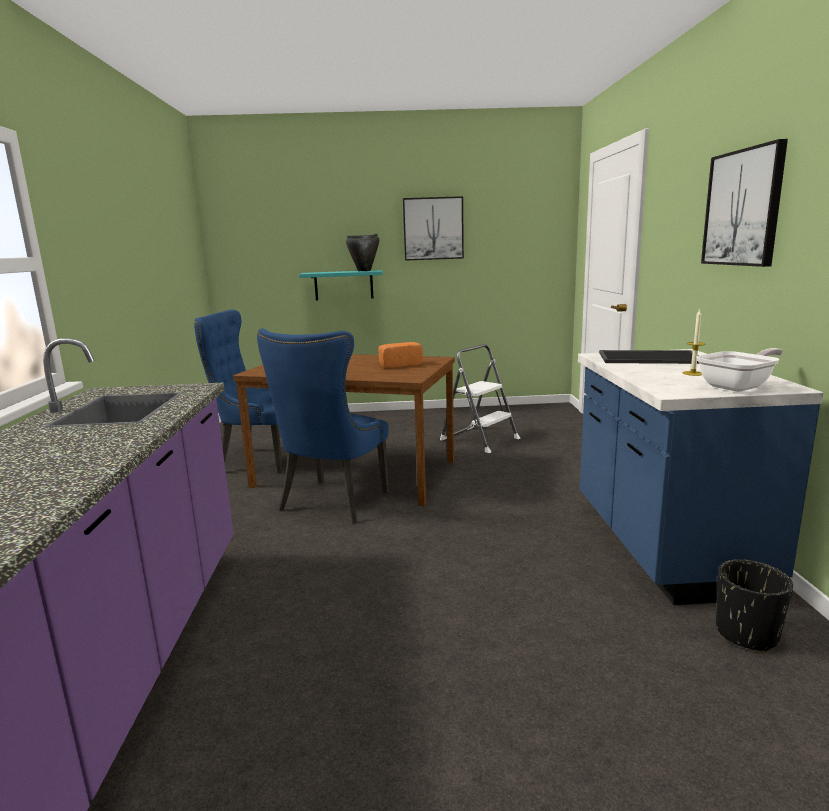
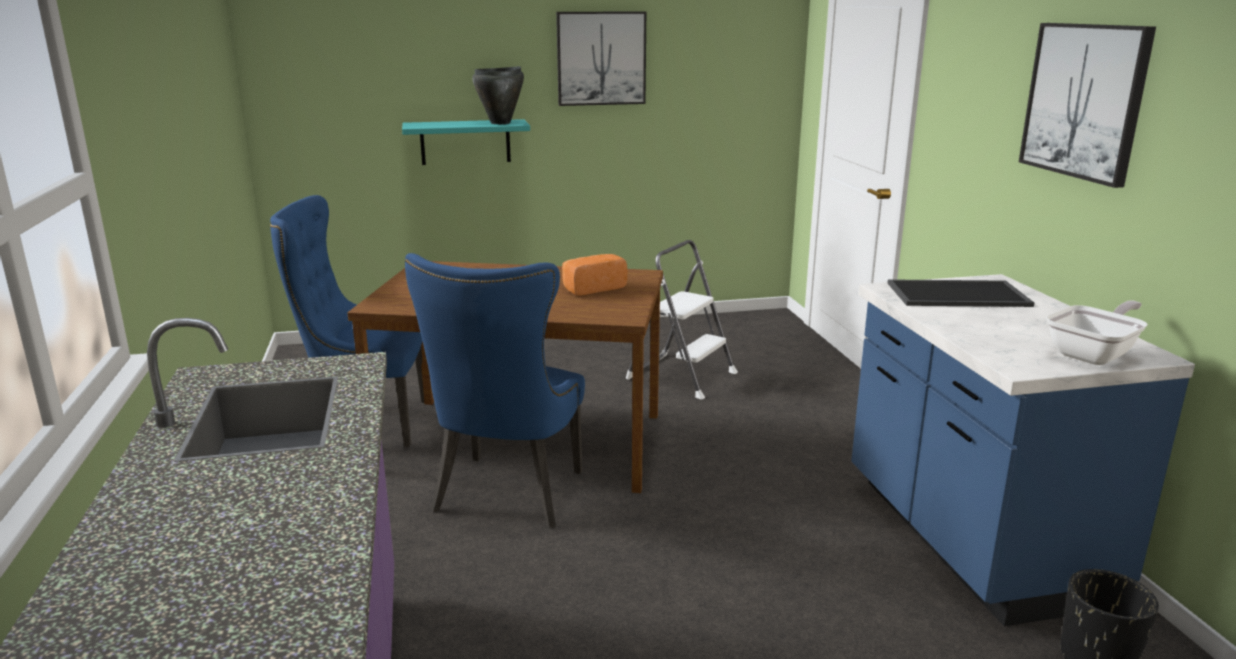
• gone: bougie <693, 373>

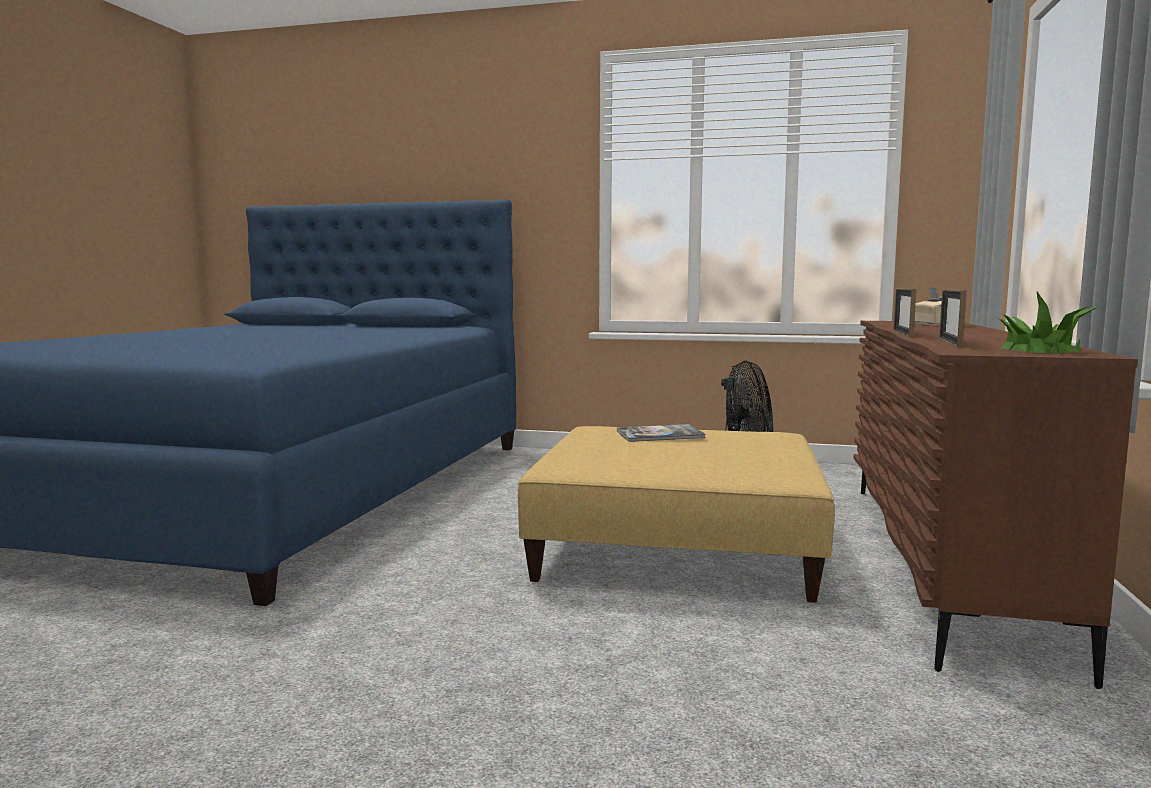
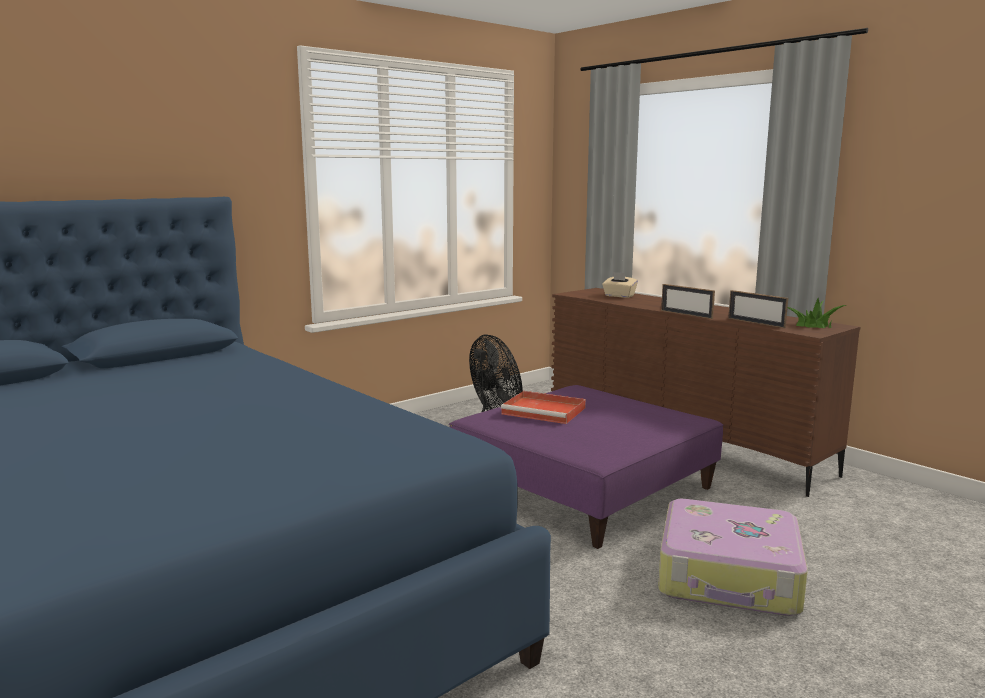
• new: valise <729, 576>
• swapped: livre <659, 435> to plateau [rouge] <545, 411>
• repainted: pouf [beige] <677, 546> to pouf [violet] <584, 488>

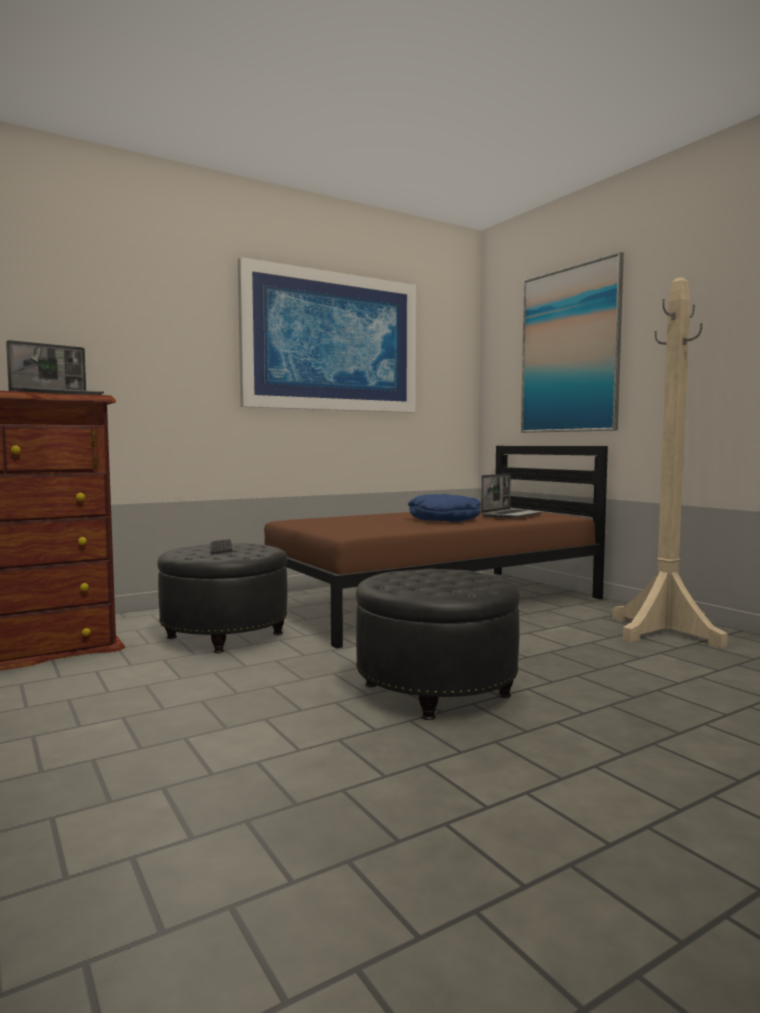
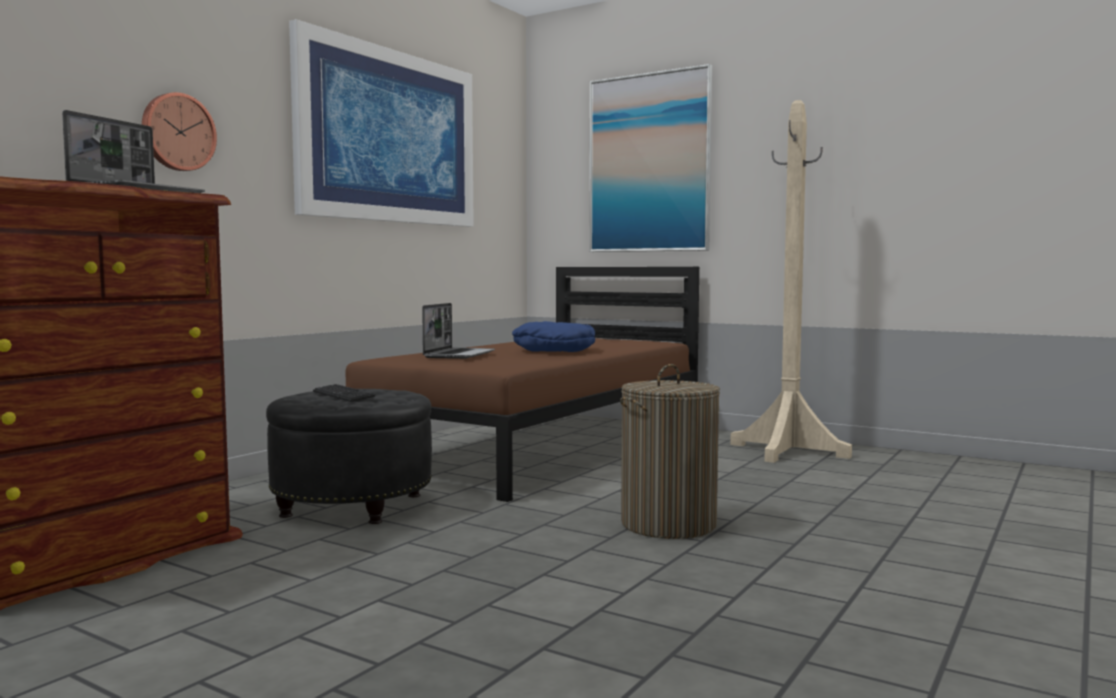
• new: horloge murale <177, 132>
• shifted: ordinateur portable <511, 515> to <459, 355>
• swapped: pouf [noir] <436, 690> to panier à linge <668, 524>

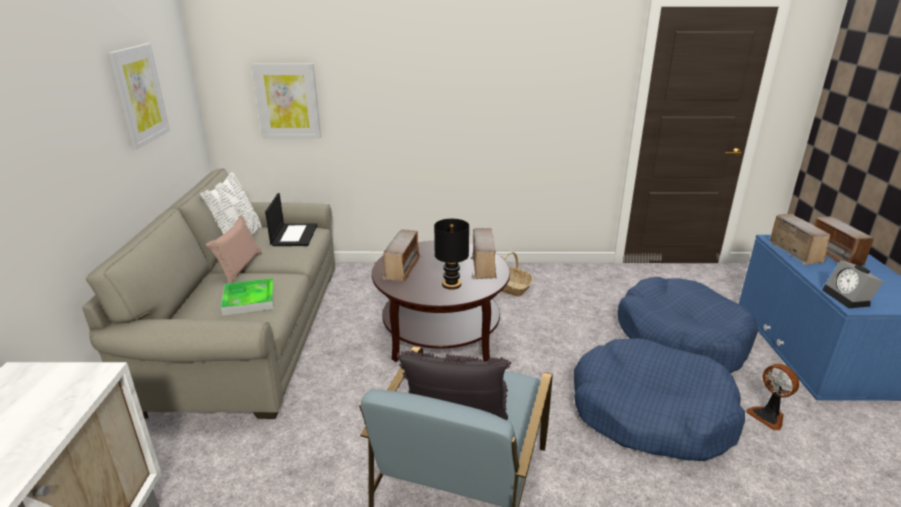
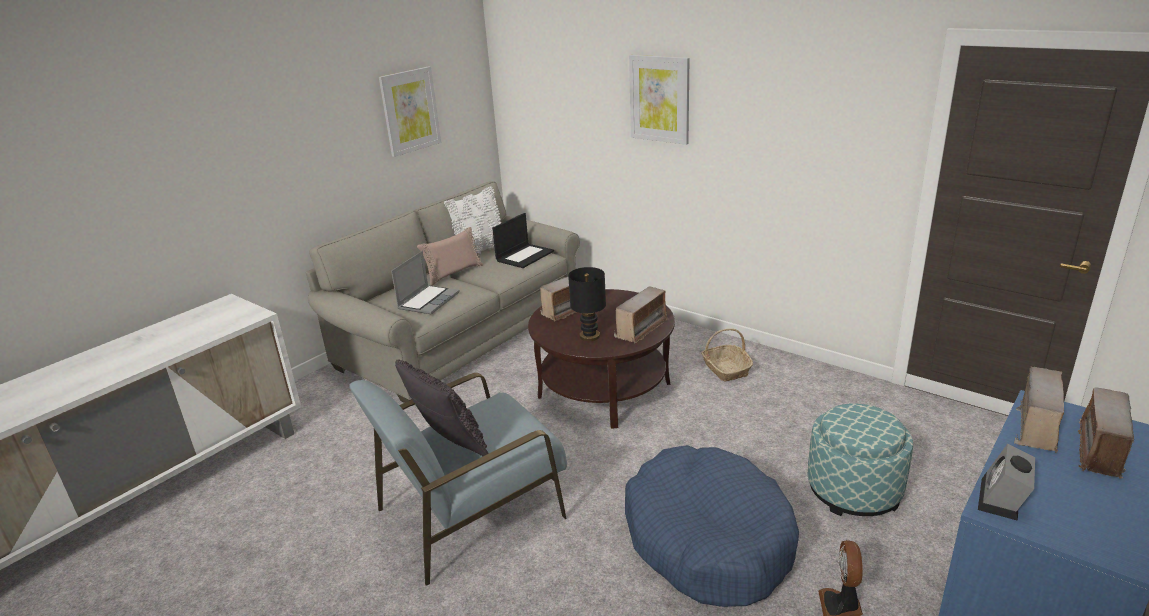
• shifted: tableau <287, 101> to <659, 99>
• swapped: plateau <249, 300> to ordinateur portable <428, 301>
• swapped: panier pour chien [bleu] <681, 338> to pouf <854, 490>

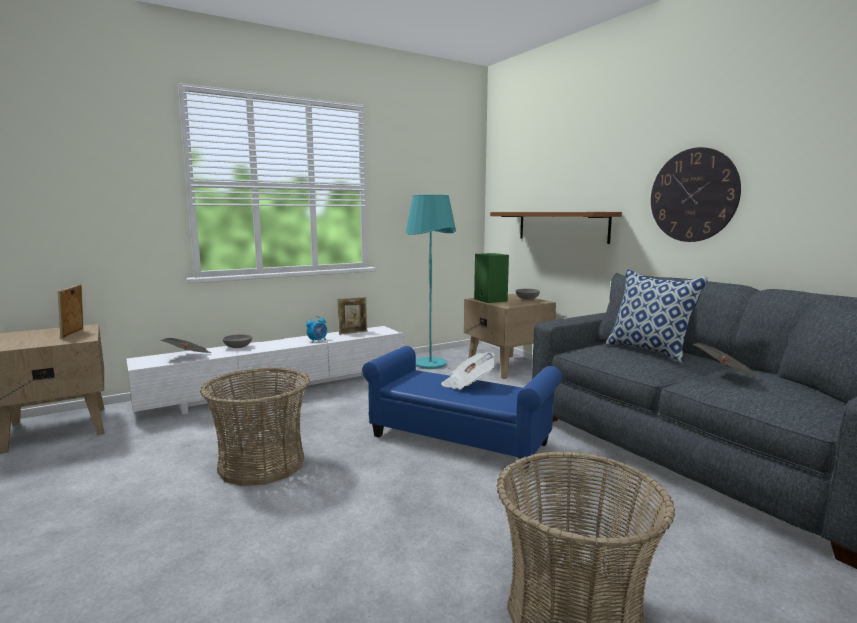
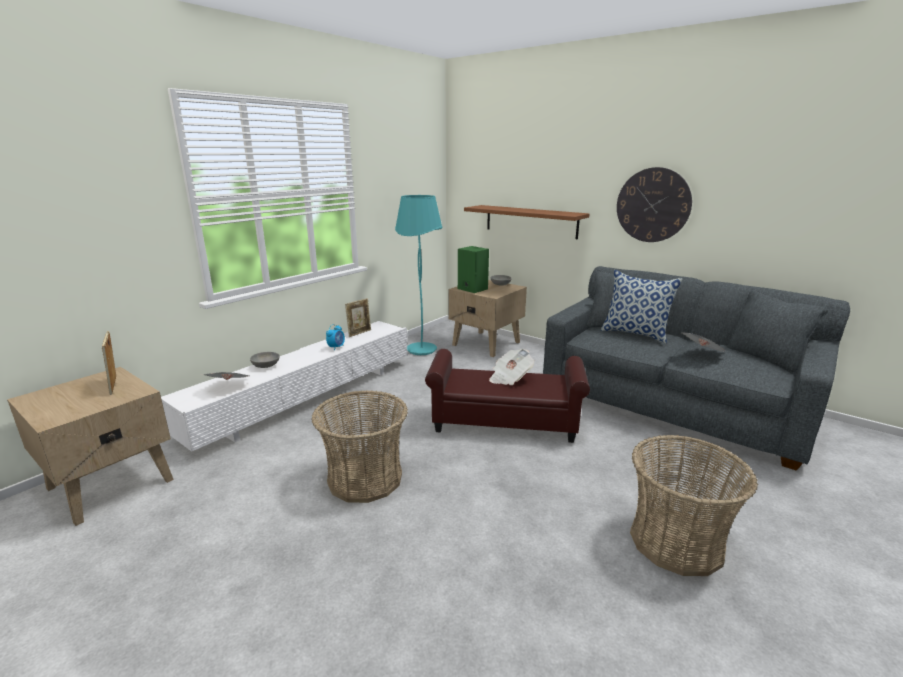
• repainted: pouf [bleu] <458, 440> to pouf [marron] <504, 422>

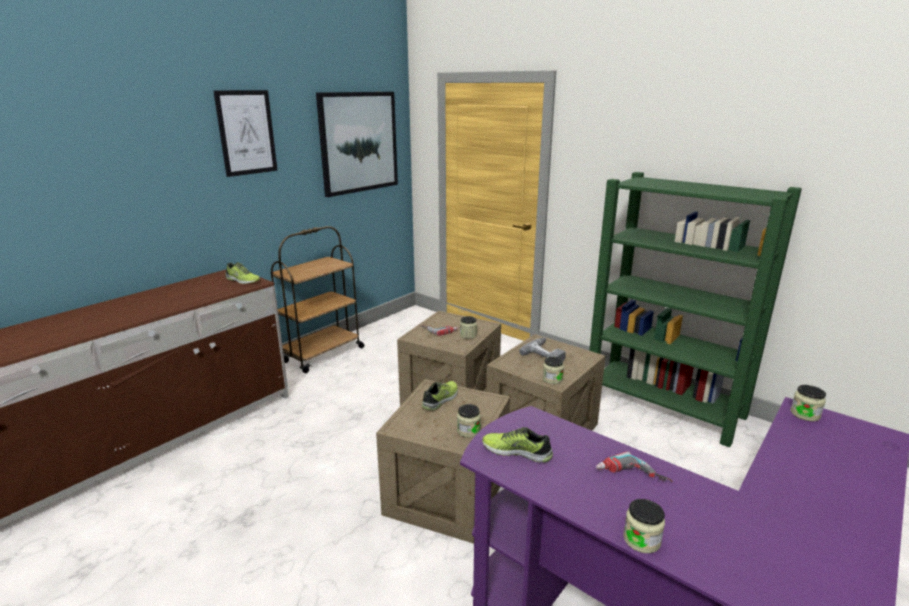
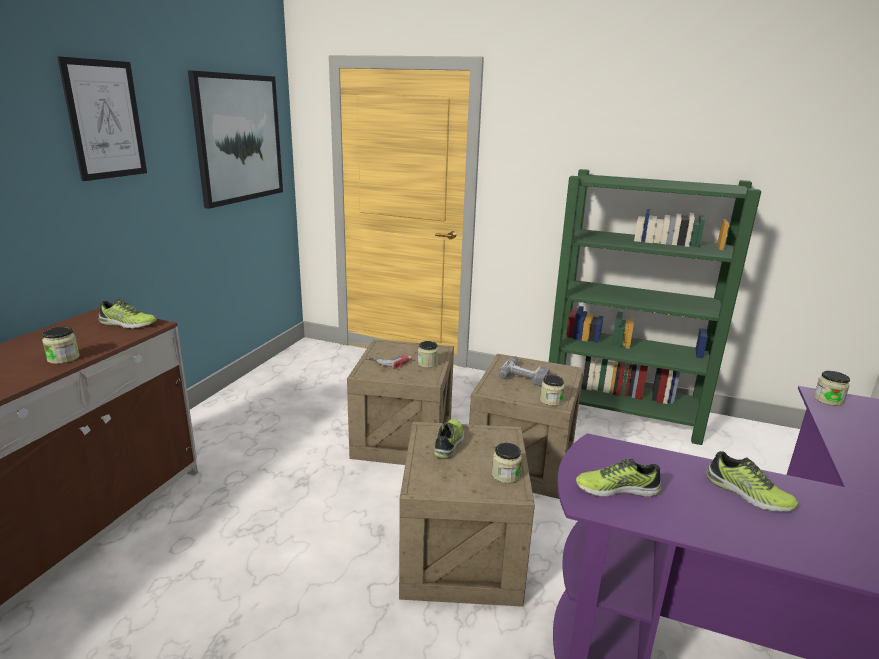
• gone: chariot [marron] <322, 355>
• shifted: bocal <641, 540> to <63, 358>
• swapped: perceuse <631, 477> to chaussure <747, 494>

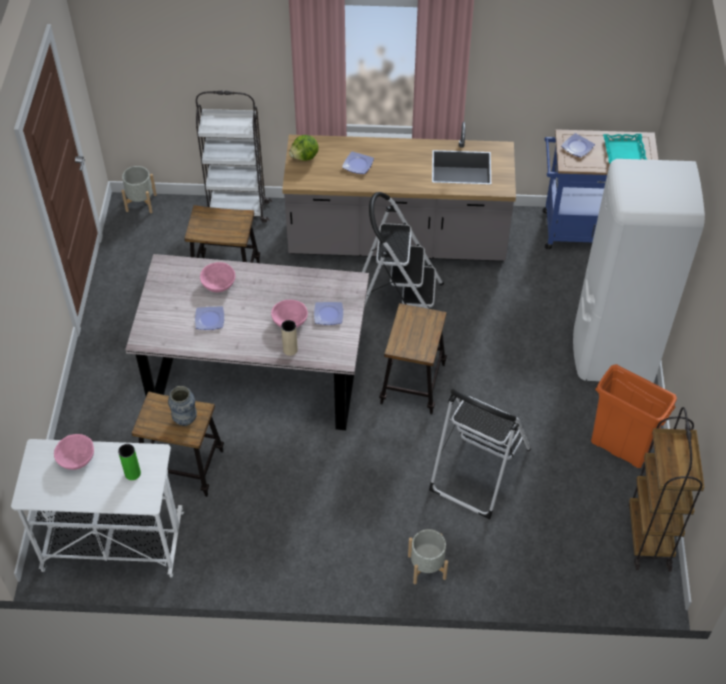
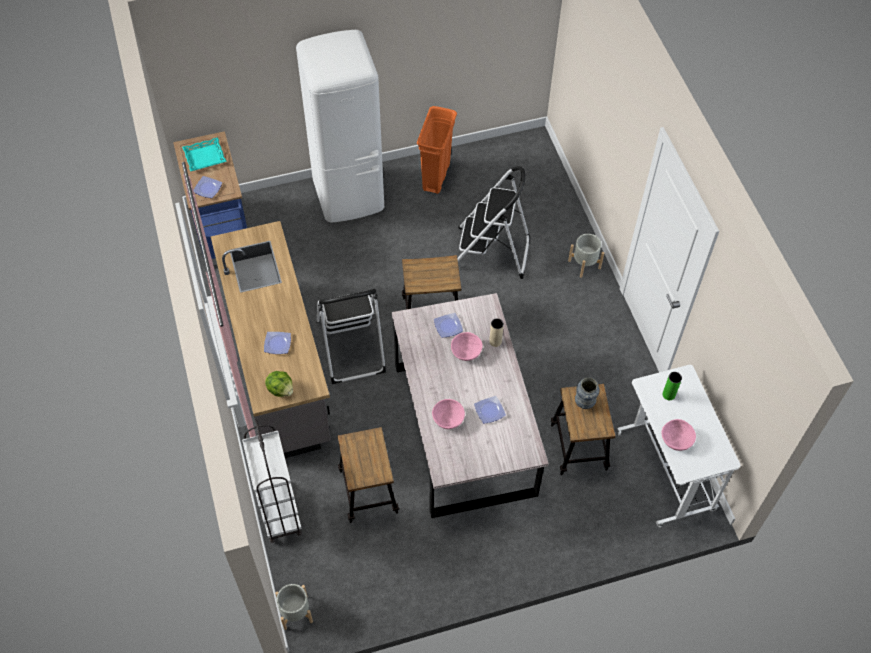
• gone: chariot [marron] <649, 536>

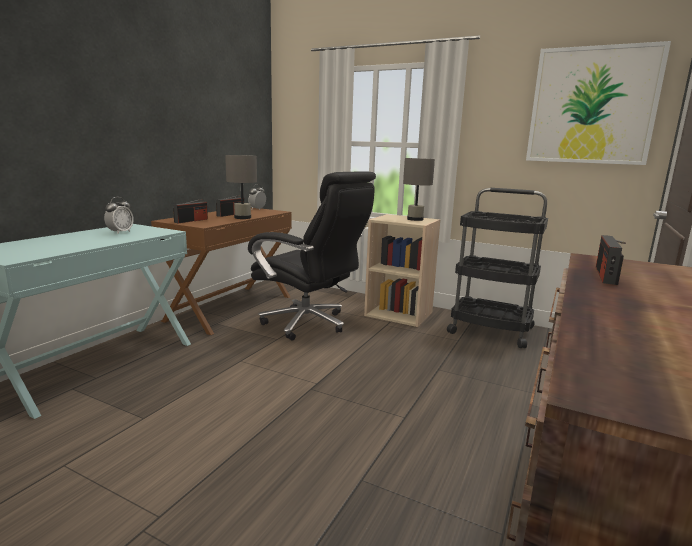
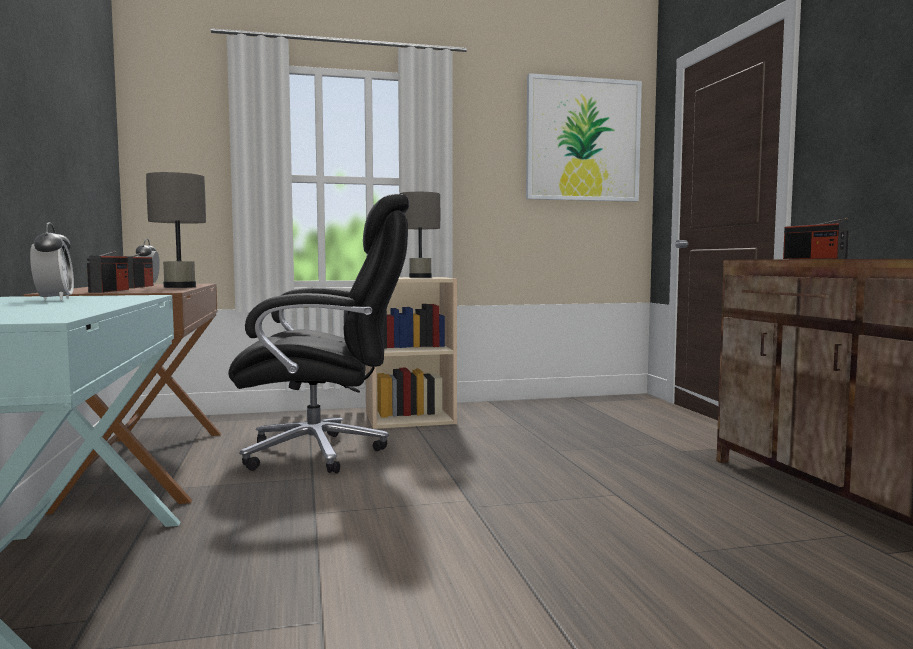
• gone: chariot [noir] <490, 330>

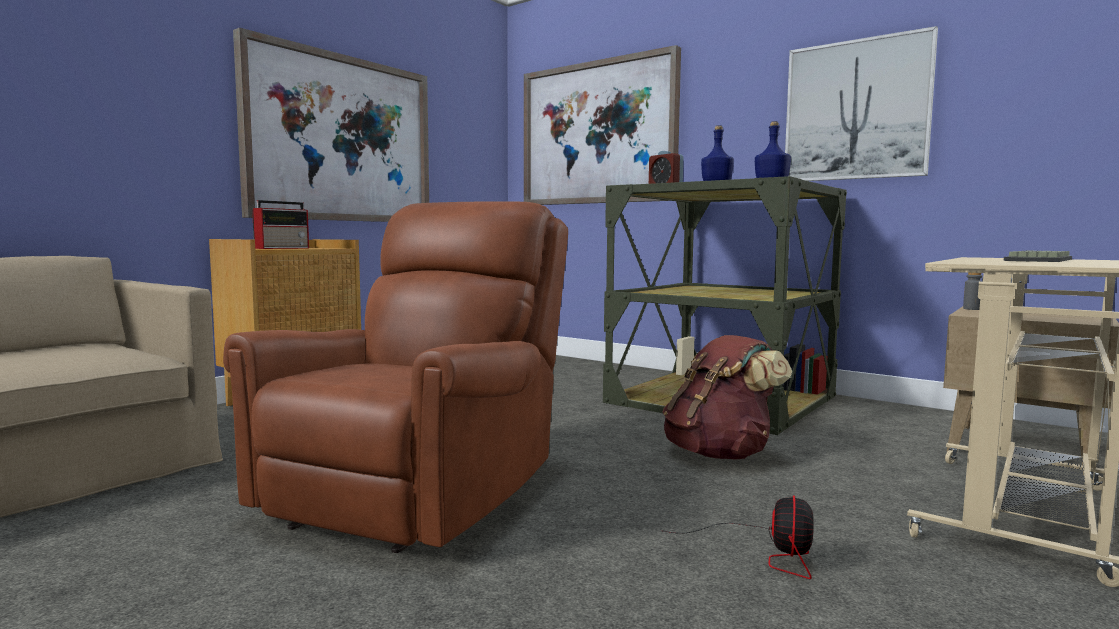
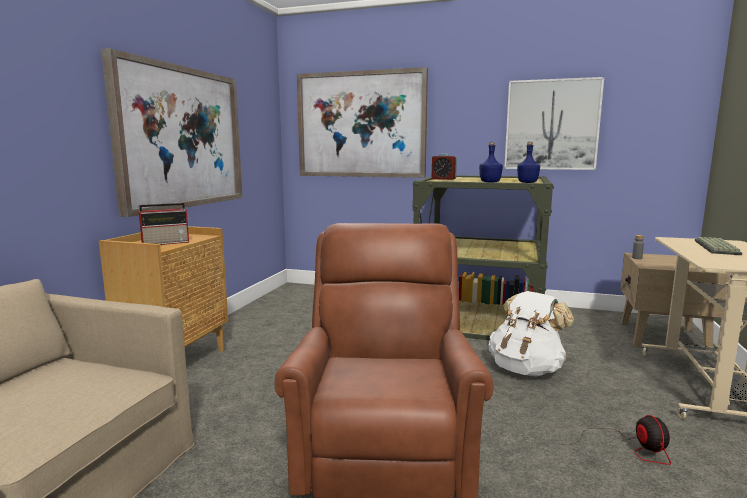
• repainted: sac à dos [marron] <720, 454> to sac à dos [blanc] <526, 369>
• rotated: radio <283, 248> = <166, 243> 45 degrees clockwise

